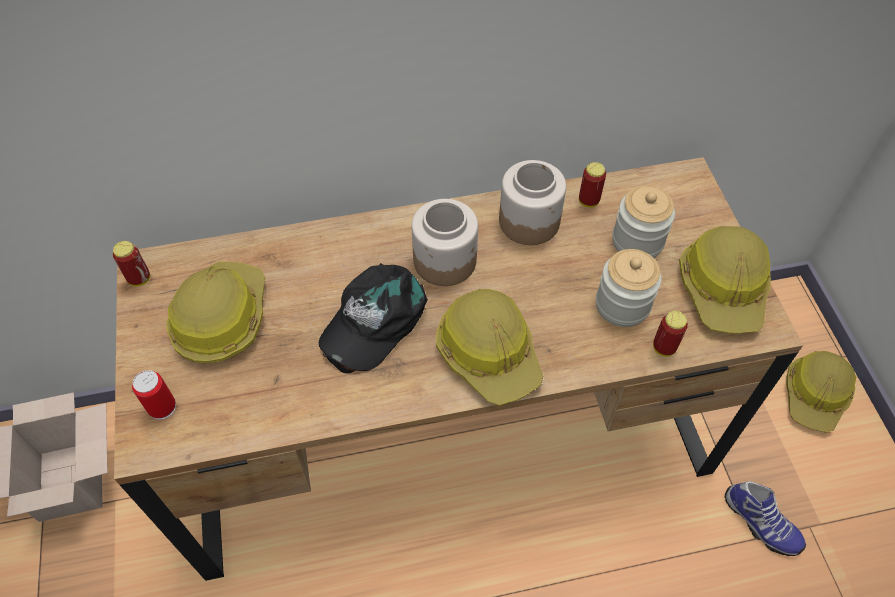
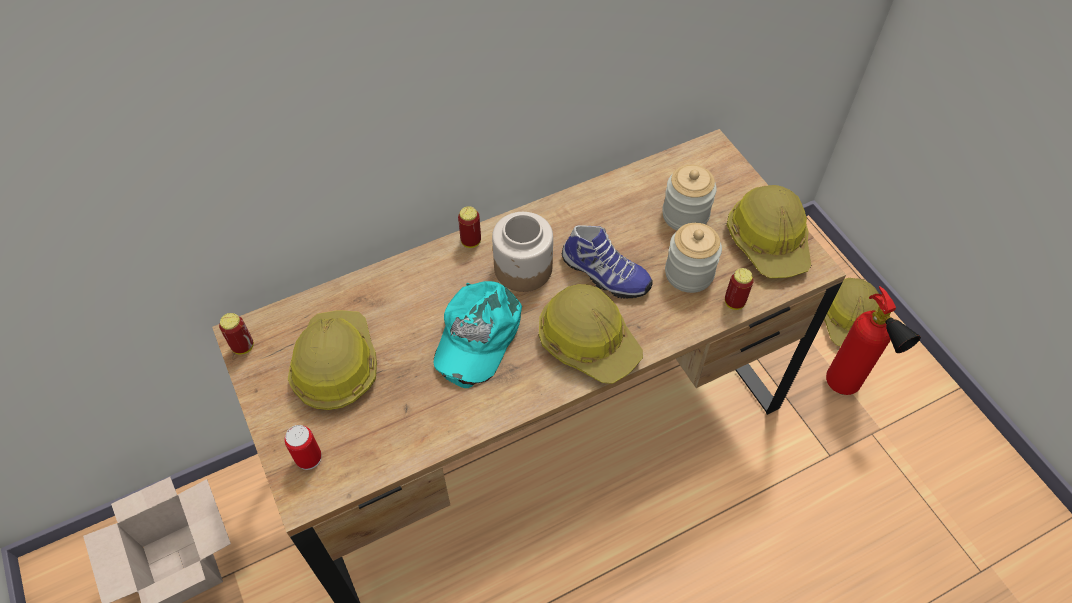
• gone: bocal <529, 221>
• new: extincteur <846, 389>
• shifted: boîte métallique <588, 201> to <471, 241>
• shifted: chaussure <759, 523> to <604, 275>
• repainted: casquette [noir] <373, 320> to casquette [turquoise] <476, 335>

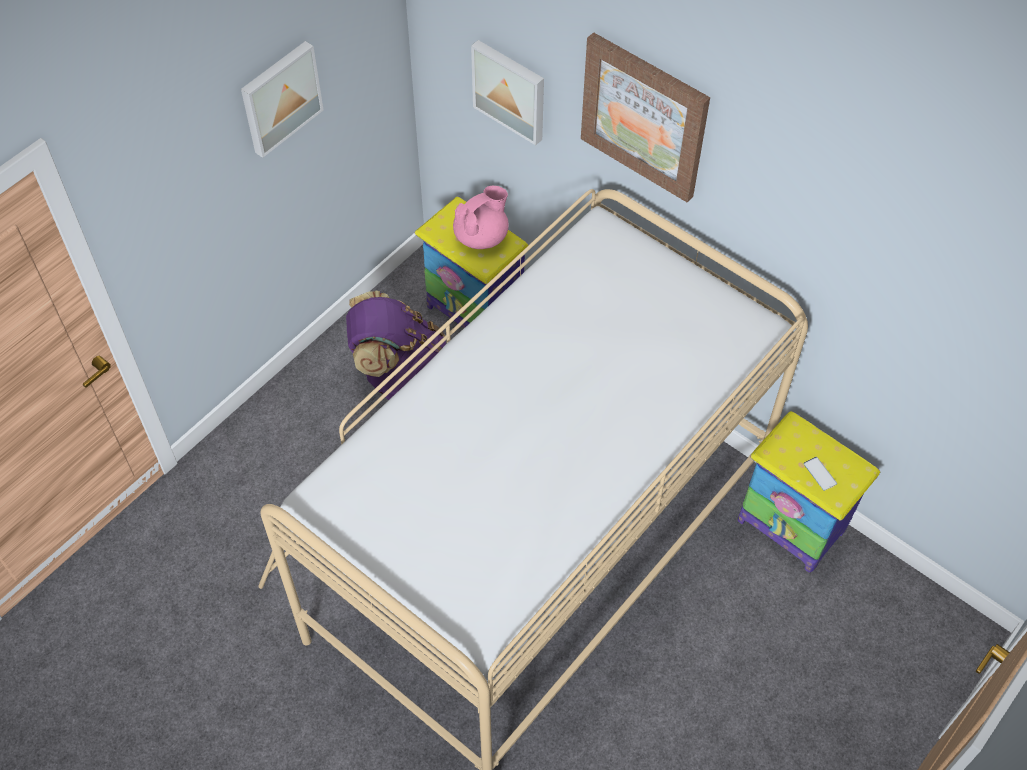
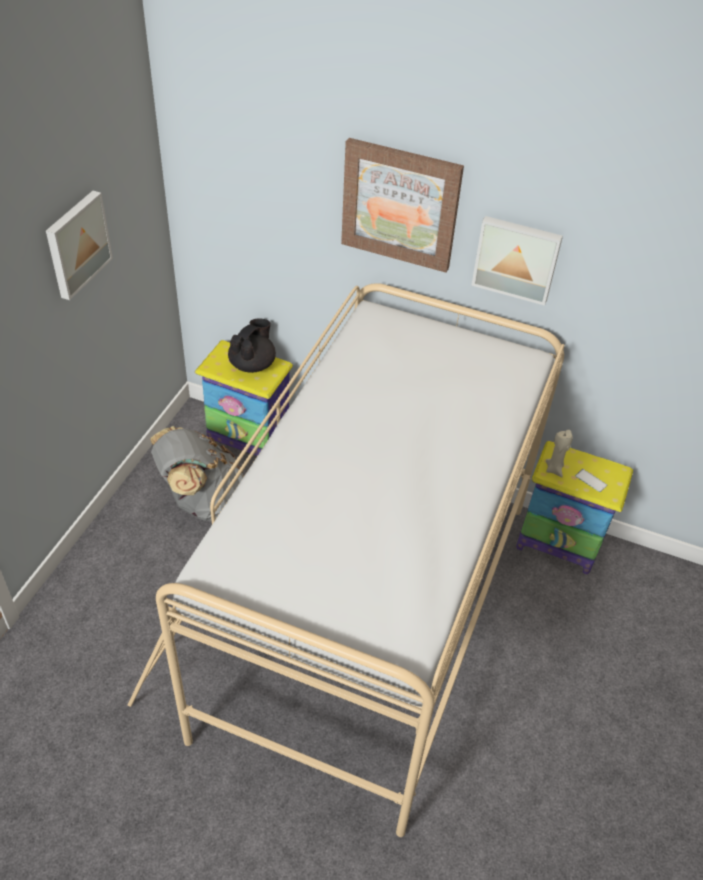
• new: bougie [beige] <554, 469>
• shifted: tableau <510, 90> to <516, 258>
• repainted: sac à dos [violet] <399, 375> to sac à dos [gris] <201, 500>
• repainted: théière [rose] <482, 236> to théière [noir] <253, 364>

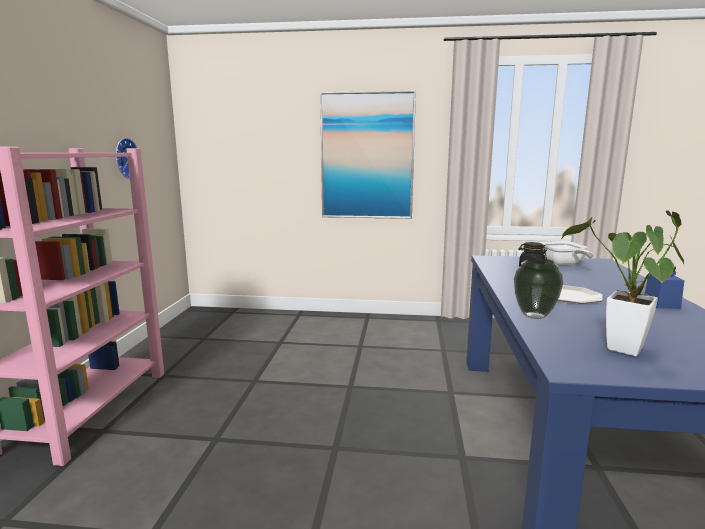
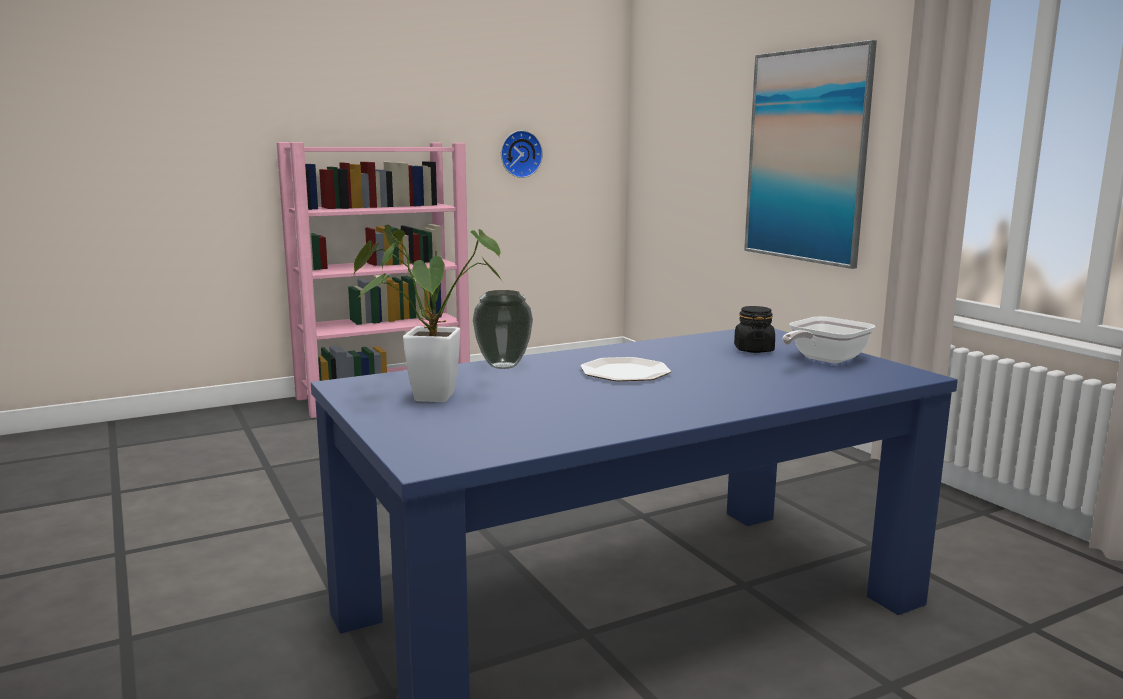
• gone: bocal [bleu] <661, 304>

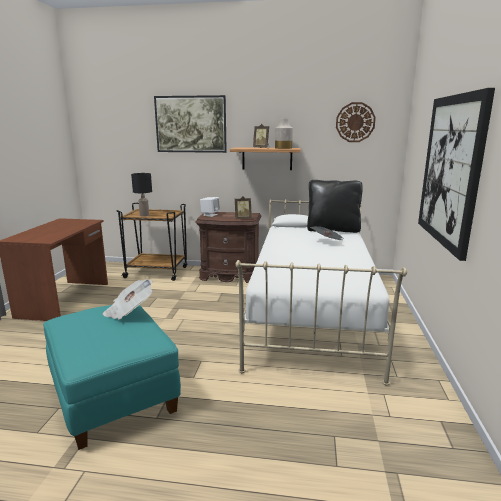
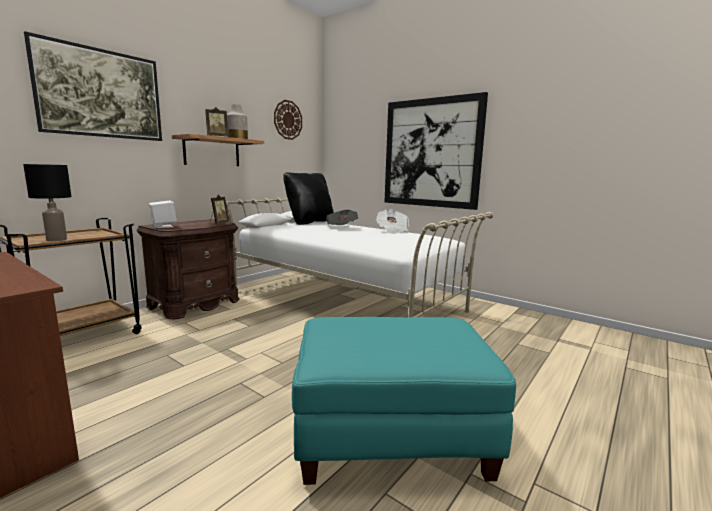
• shifted: journal <129, 311> to <392, 231>

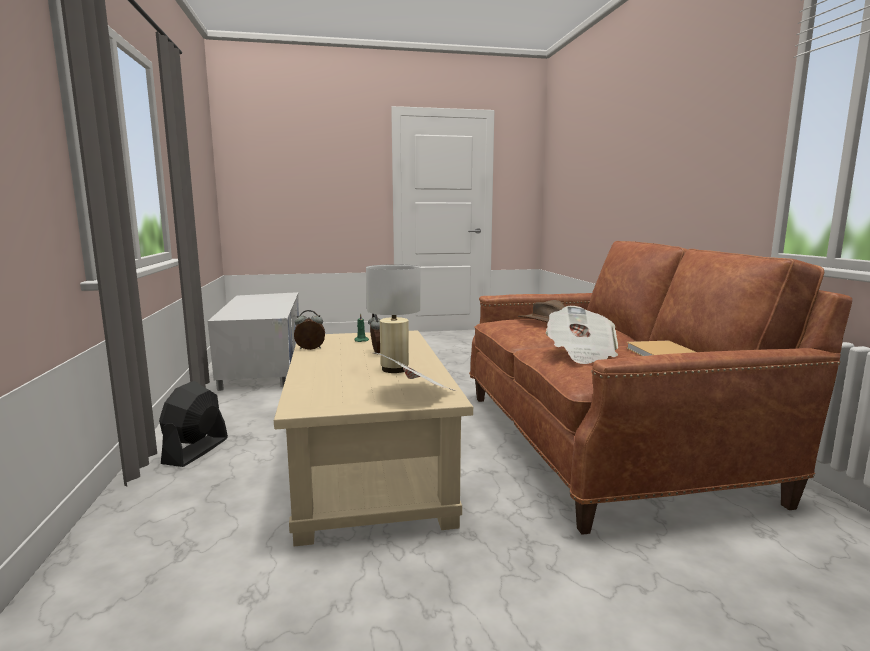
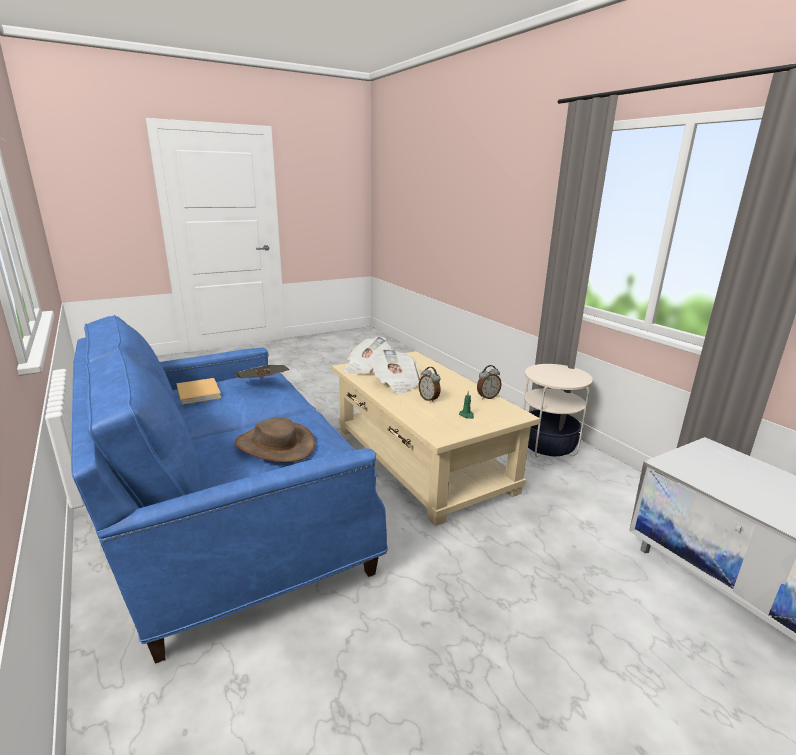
• swapped: ventilateur [noir] <195, 451> to table d'appoint [beige] <547, 447>
• swapped: lampe de table [blanc] <394, 369> to journal <396, 384>
• repainted: canapé [marron] <605, 441> to canapé [bleu] <228, 517>

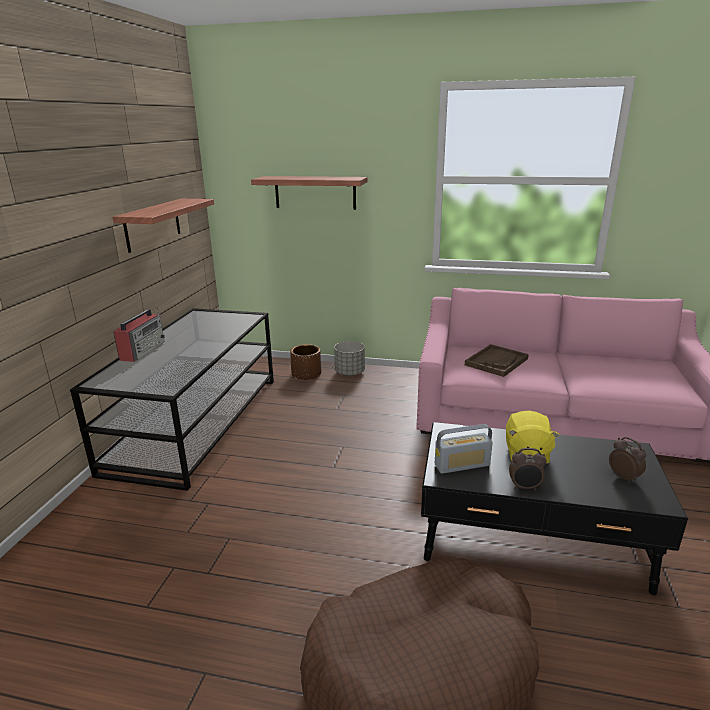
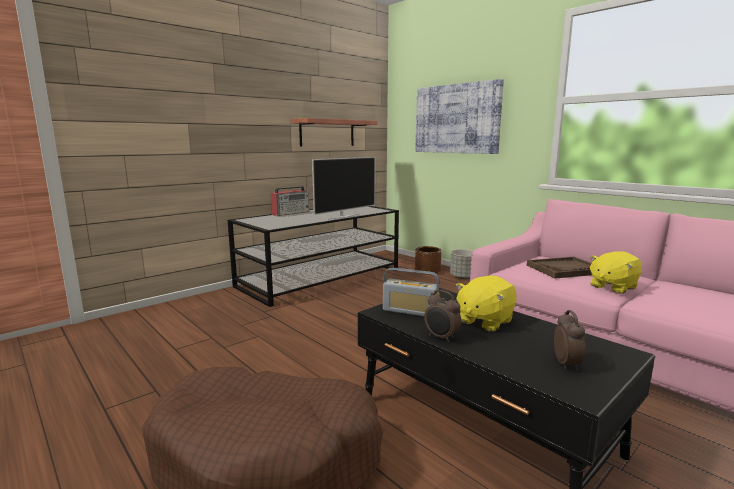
• new: téléviseur <343, 216>
• new: peluche [jaune] <612, 287>
• swapped: étagère <315, 192> to tableau <457, 119>

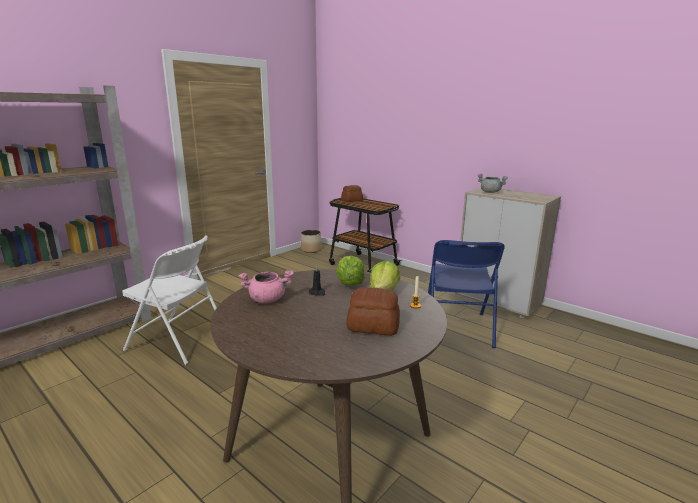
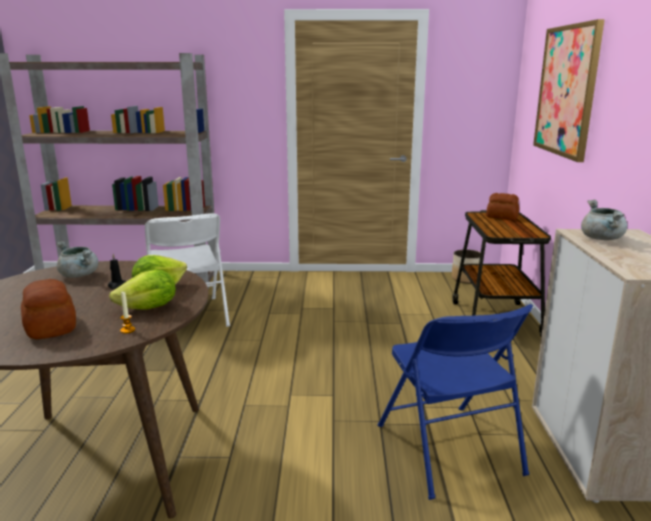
• new: tableau <566, 91>
• repainted: marmite [rose] <267, 299> to marmite [gris] <80, 275>
• rotated: chaise [bleu] <457, 328> = <447, 449> 75 degrees counterclockwise

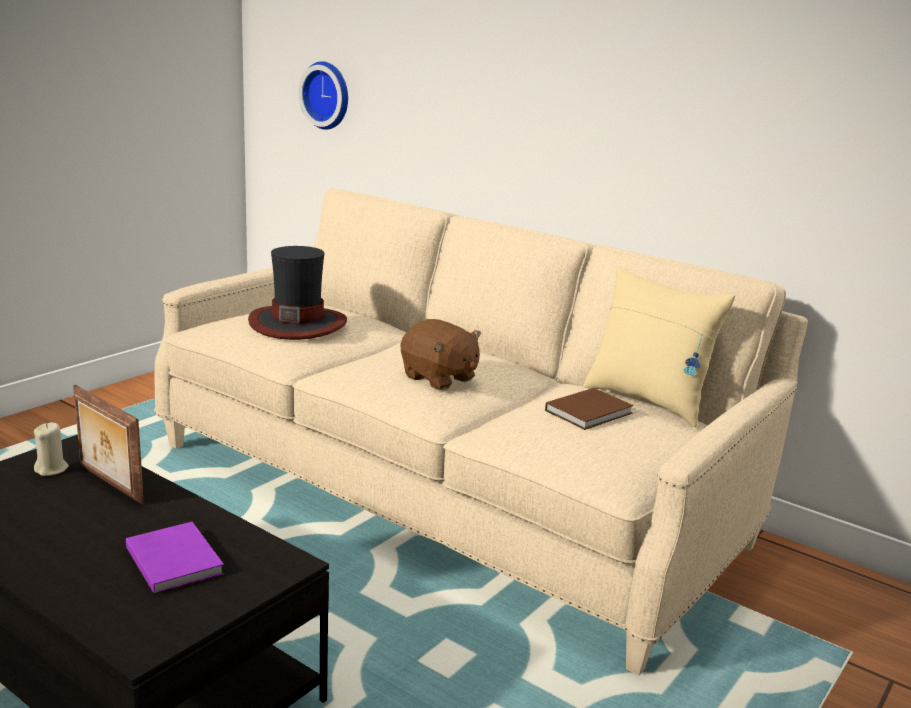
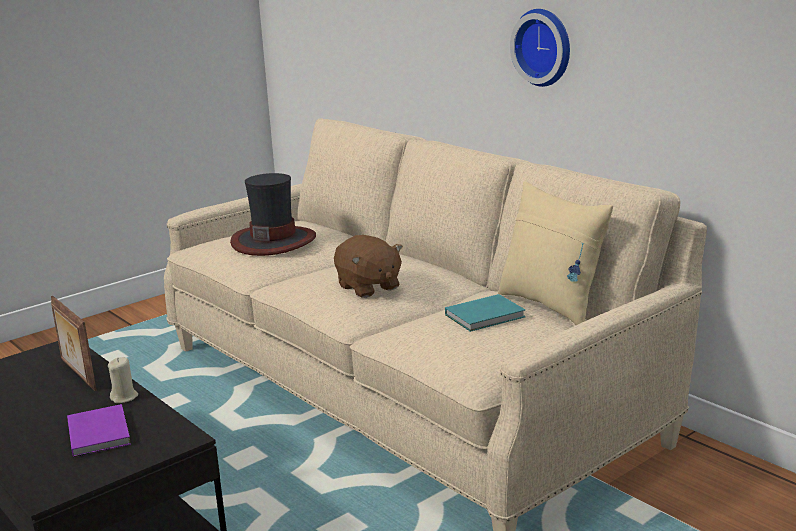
• shifted: bougie [beige] <52, 469> to <124, 397>
• shifted: horloge murale <328, 95> to <544, 47>
• repainted: livre [marron] <591, 412> to livre [turquoise] <487, 316>

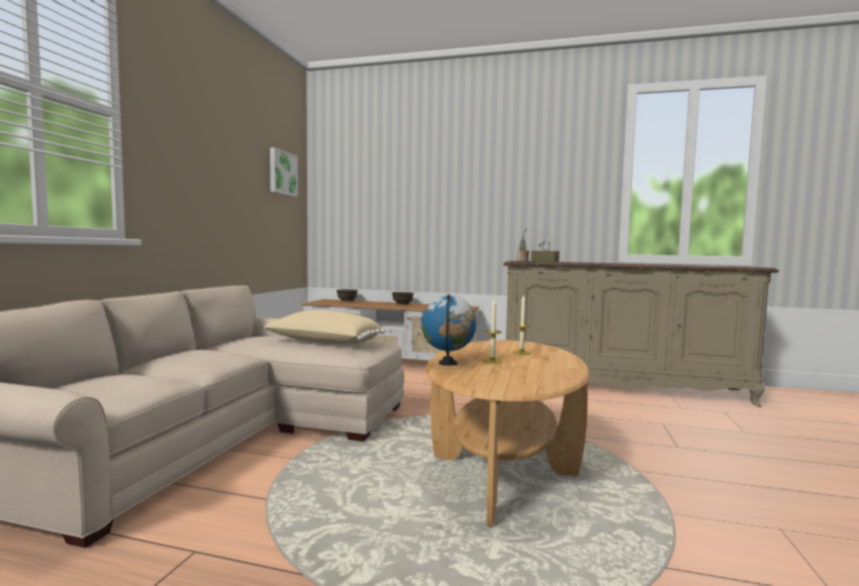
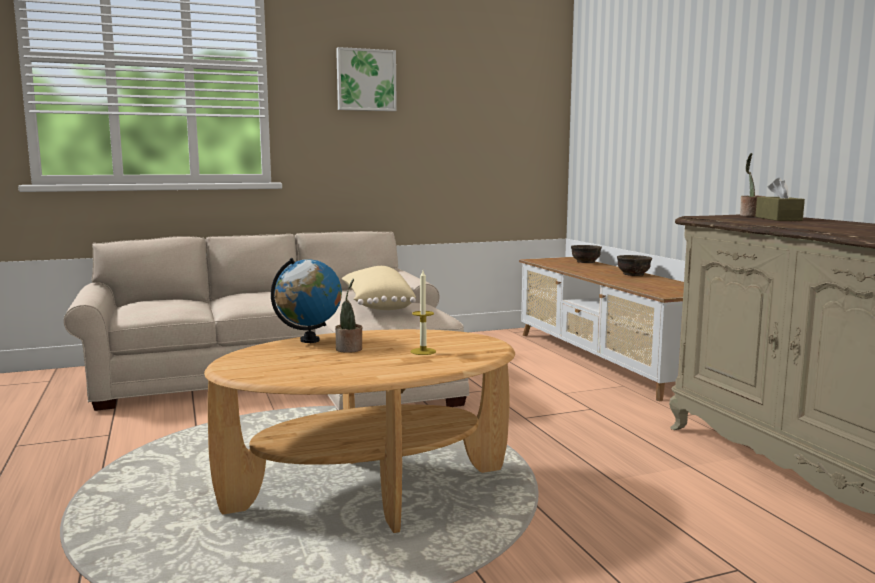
• shifted: tableau <282, 173> to <366, 80>
• swapped: bougie <492, 361> to plante en pot <349, 349>

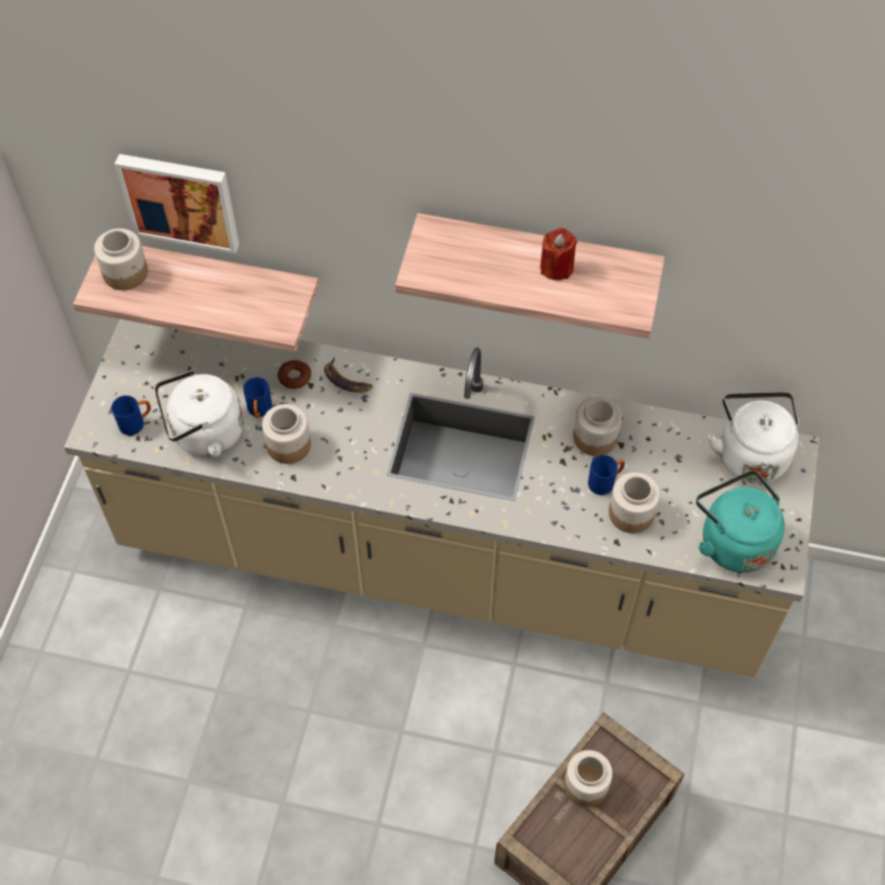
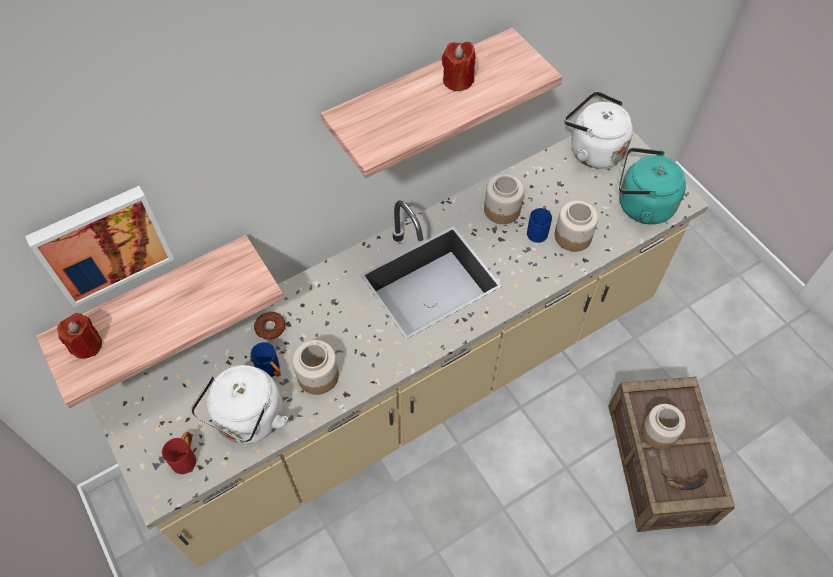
• shifted: banane <345, 380> to <685, 480>
• swapped: bocal <126, 273> to bougie [rouge] <86, 345>
• repainted: mug [bleu] <136, 423> to mug [rouge] <186, 457>

